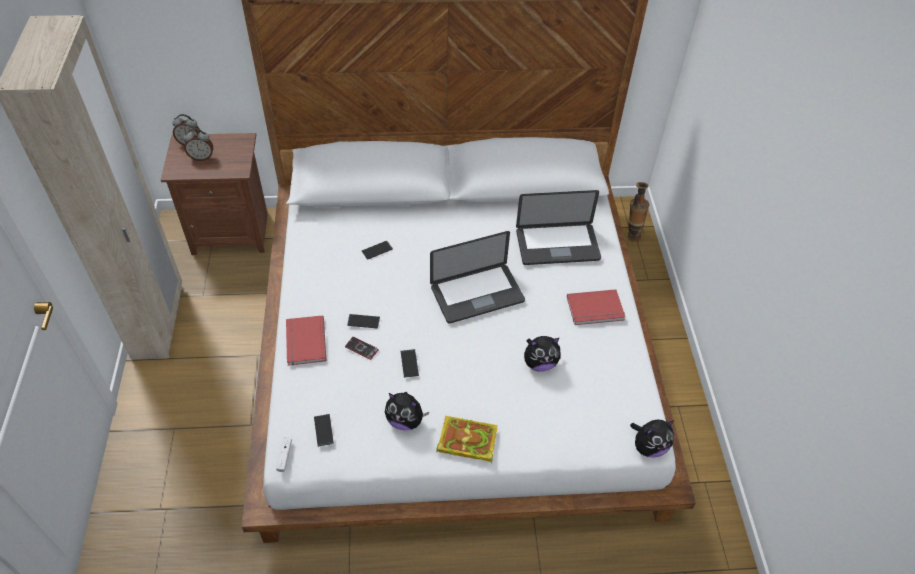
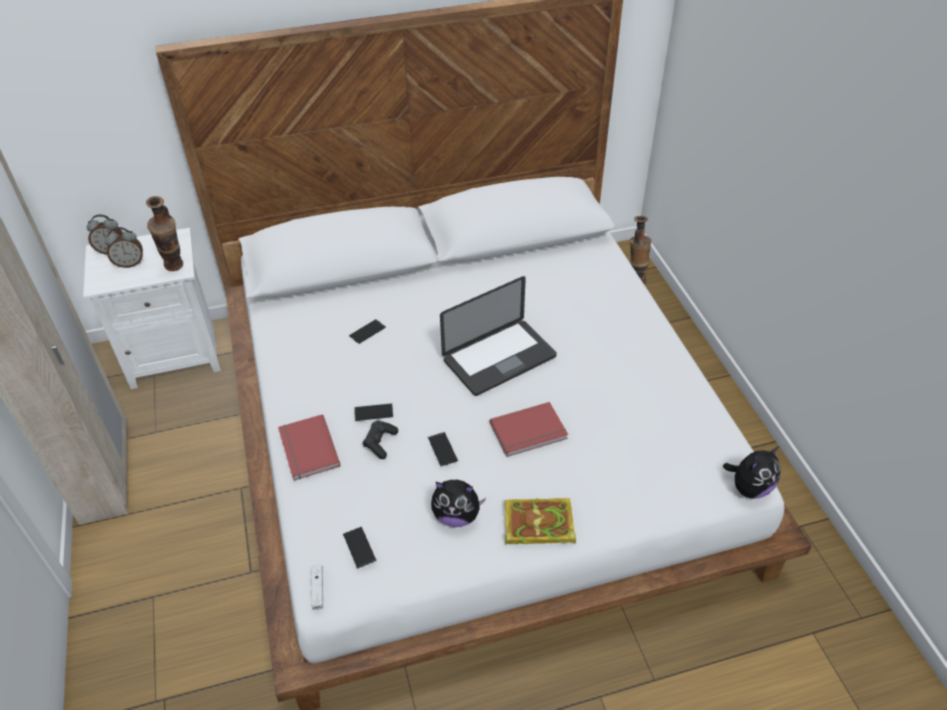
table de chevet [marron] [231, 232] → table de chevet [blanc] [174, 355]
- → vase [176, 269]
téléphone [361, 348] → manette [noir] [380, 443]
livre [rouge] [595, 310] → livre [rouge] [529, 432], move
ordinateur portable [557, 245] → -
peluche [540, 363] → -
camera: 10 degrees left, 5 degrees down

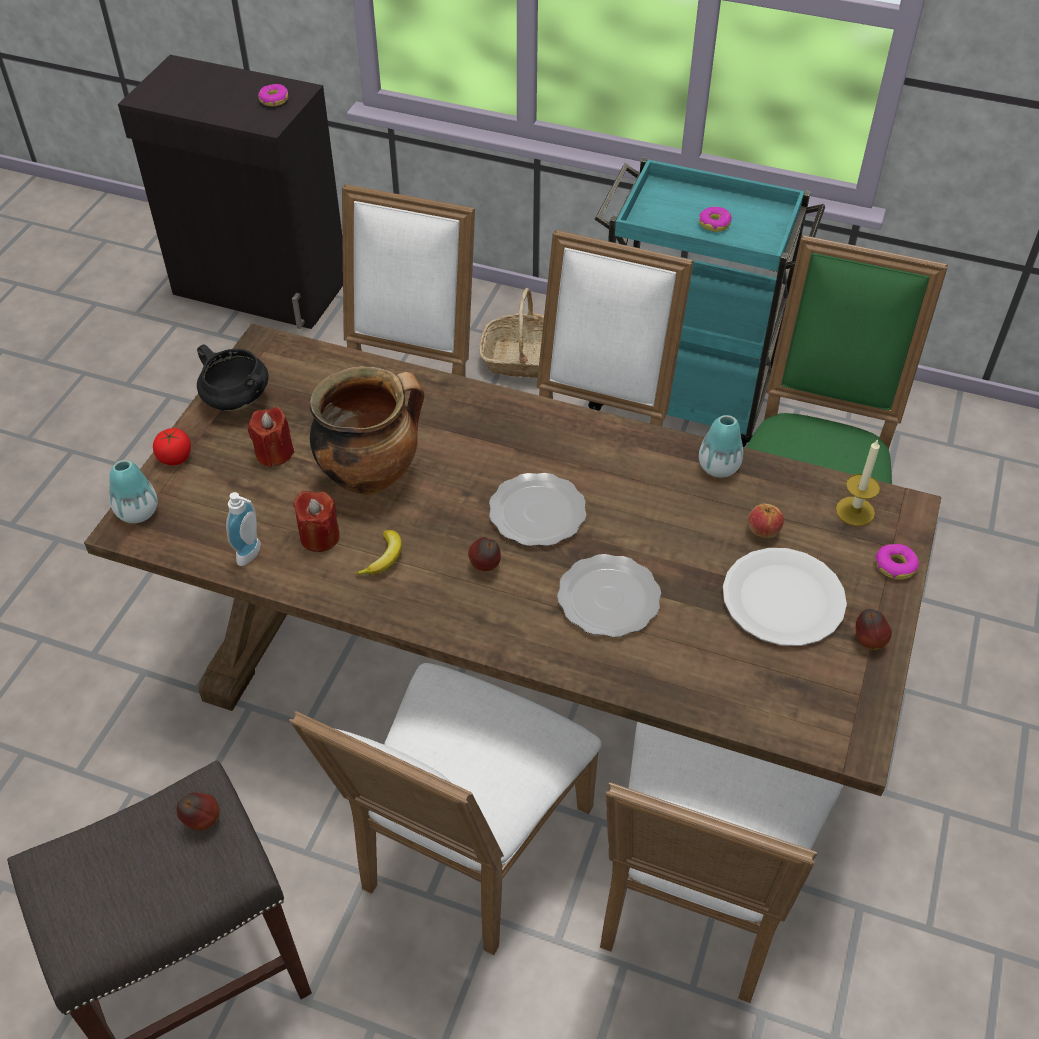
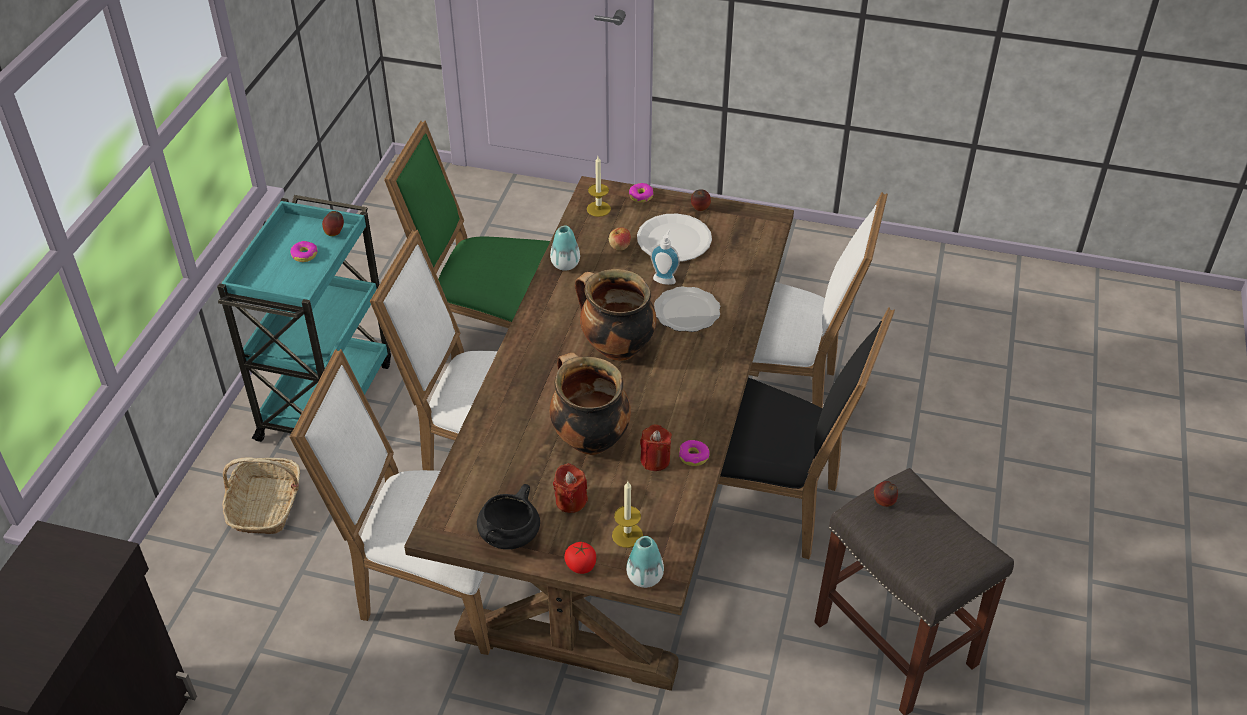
pomme [485, 567] → pomme [335, 233], move
assiette [537, 511] → marmite [616, 348]
- → bougie [627, 535]
distributeur de savon [252, 554] → distributeur de savon [665, 278], move
beignet [274, 100] → beignet [693, 456], move
chaise [blanc] [465, 854] → chaise [noir] [771, 506]
banane [384, 558] → -
camera: 95 degrees left, 5 degrees down

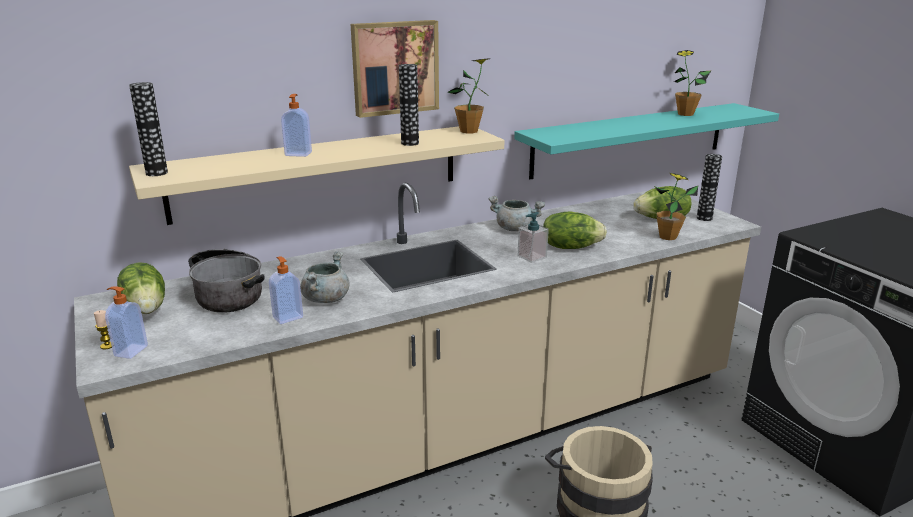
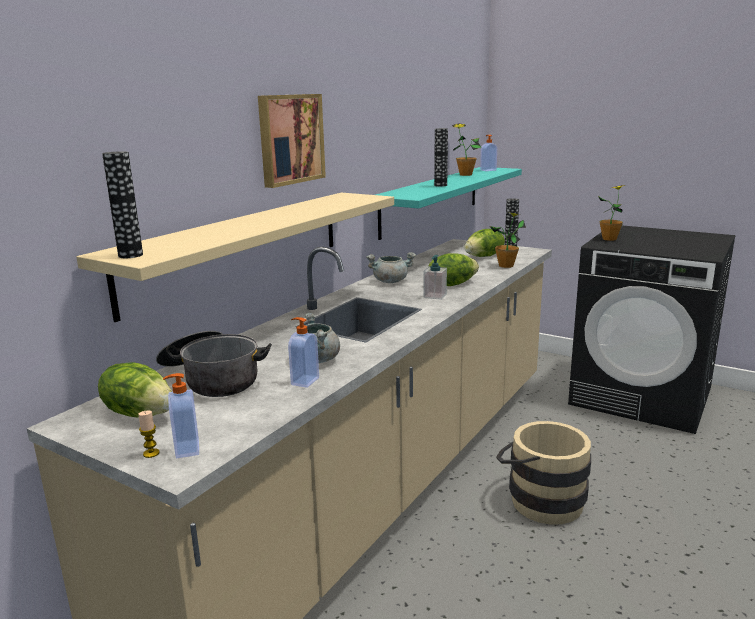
vase [410, 143] → vase [440, 185], move
distributeur de savon [298, 154] → distributeur de savon [488, 170], move
plante en pot [469, 131] → plante en pot [609, 239], move
camera: 30 degrees left, 5 degrees down

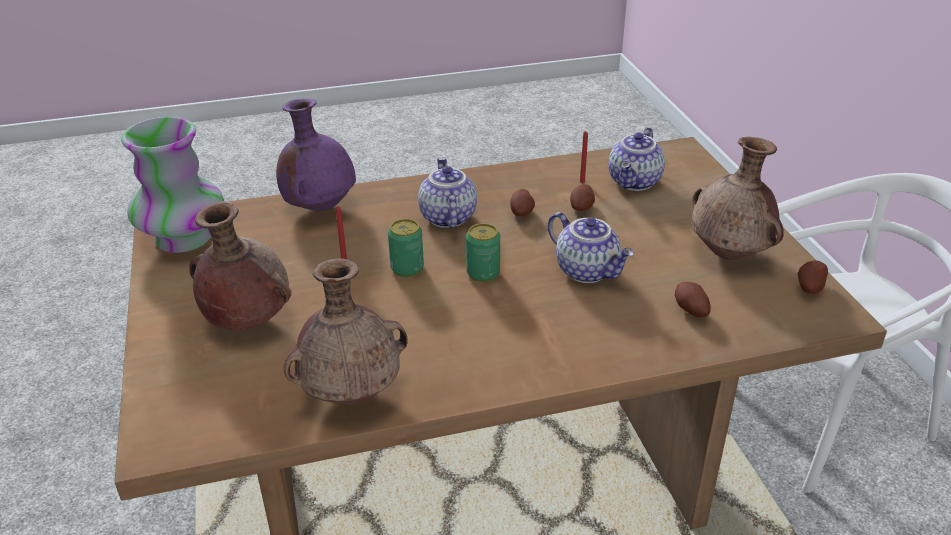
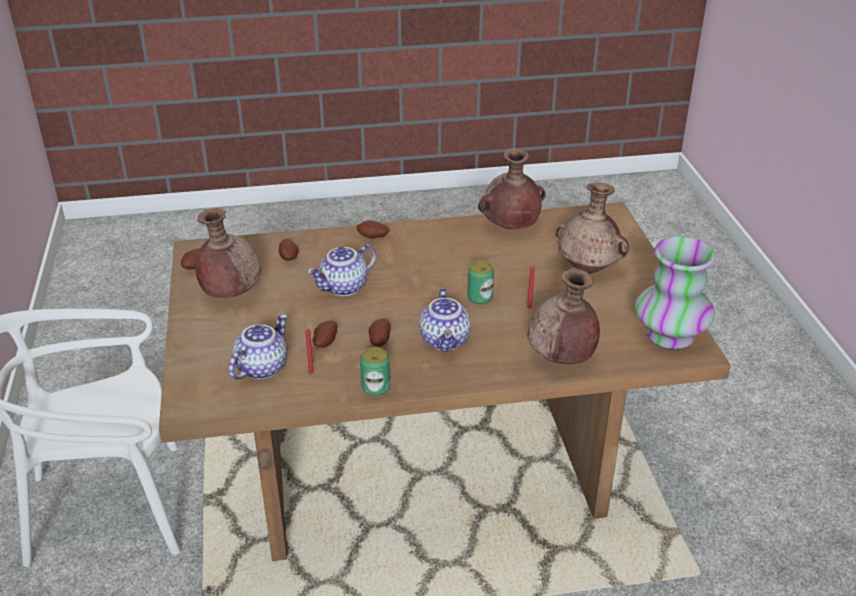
théière [588, 271] → théière [344, 288], 90 degrees counterclockwise
- → pomme de terre [372, 238]
boîte métallique [483, 273] → boîte métallique [375, 388], move
vase [violet] [320, 207] → vase [marron] [561, 359]
camera: 175 degrees left, 0 degrees up

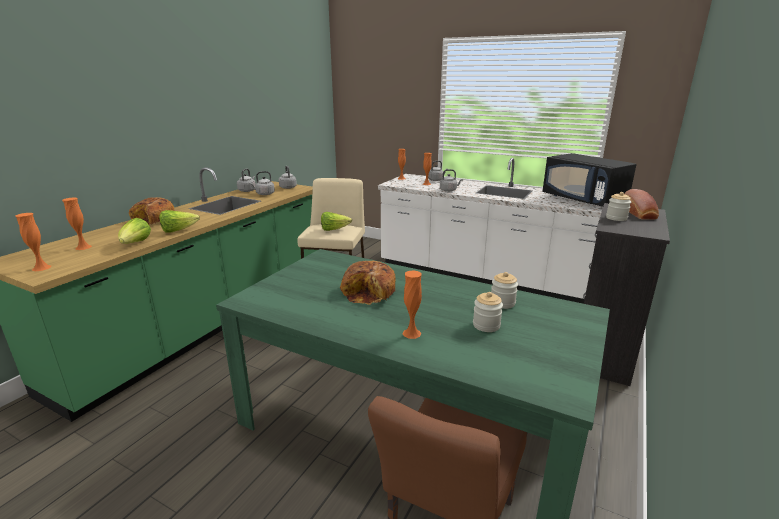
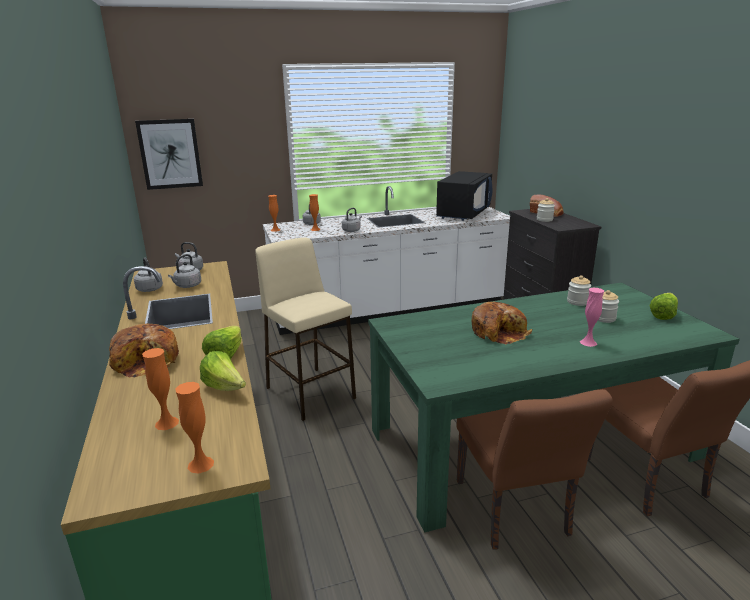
- → tableau [170, 154]
micro-ondes [noir] [584, 200] → micro-ondes [noir] [463, 214], 75 degrees counterclockwise
- → chaise [marron] [515, 514]
vase [orange] [411, 333] → vase [rose] [588, 342]
laitue [334, 229] → laitue [663, 315], move
camera: 45 degrees left, 0 degrees up

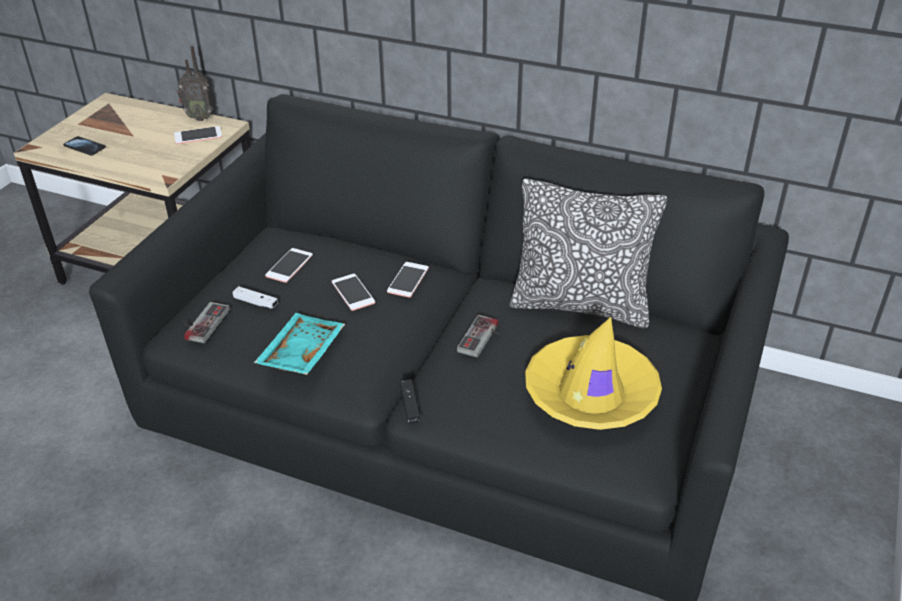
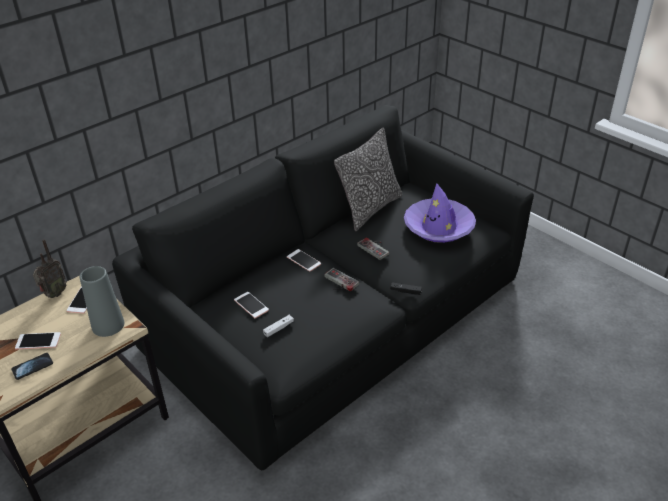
téléphone [353, 292] → téléphone [38, 341], move
- → vase [gris] [108, 325]
manette [201, 323] → manette [338, 282], move
chapeau [jaune] [591, 394] → chapeau [violet] [439, 227]
plateau [turquoise] [300, 353] → -
camera: 65 degrees left, 0 degrees up

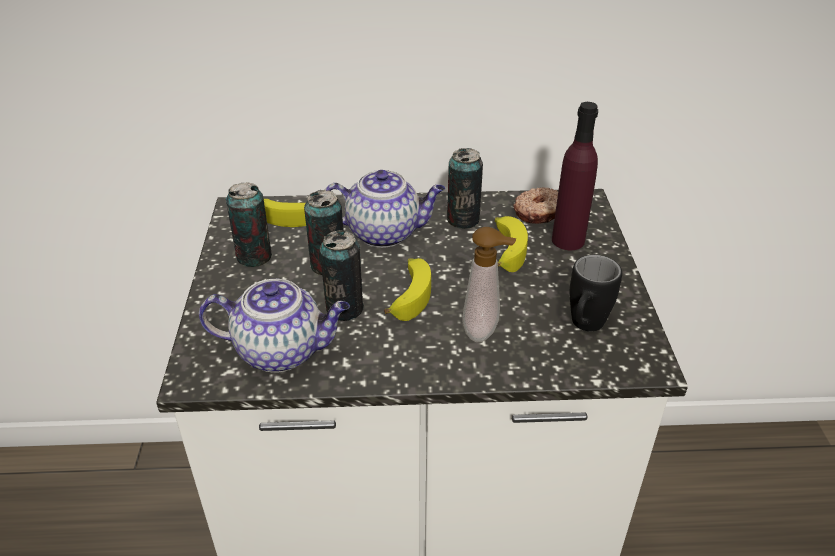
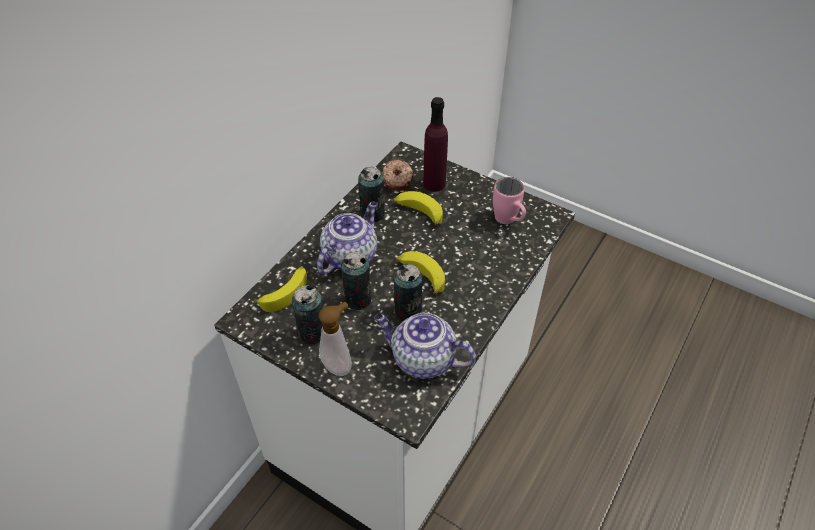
distributeur de savon [484, 332] → distributeur de savon [339, 364], move
théière [282, 351] → théière [421, 360], 105 degrees counterclockwise
mug [noir] [584, 327] → mug [rose] [508, 222]
camera: 55 degrees left, 10 degrees up

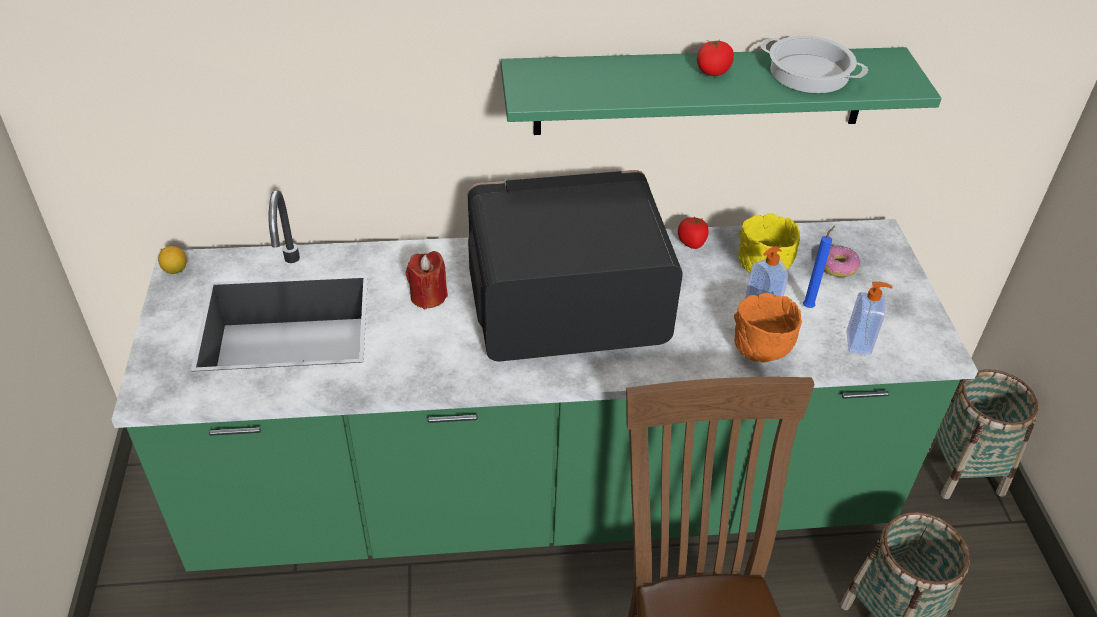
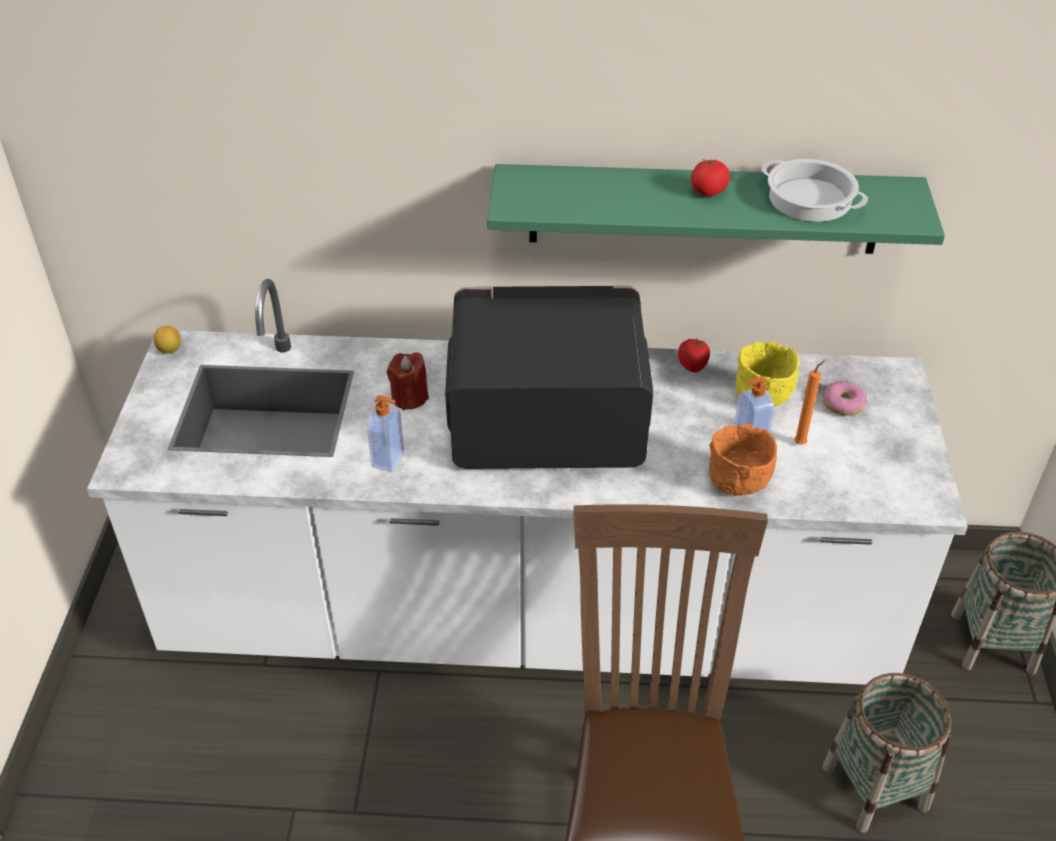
comptoir de cuisine [vert] [542, 493] → comptoir de cuisine [blanc] [528, 614]
distributeur de savon [859, 343] → distributeur de savon [389, 459], move
bougie [bleu] [809, 306] → bougie [orange] [801, 443]
camera: 10 degrees right, 0 degrees up

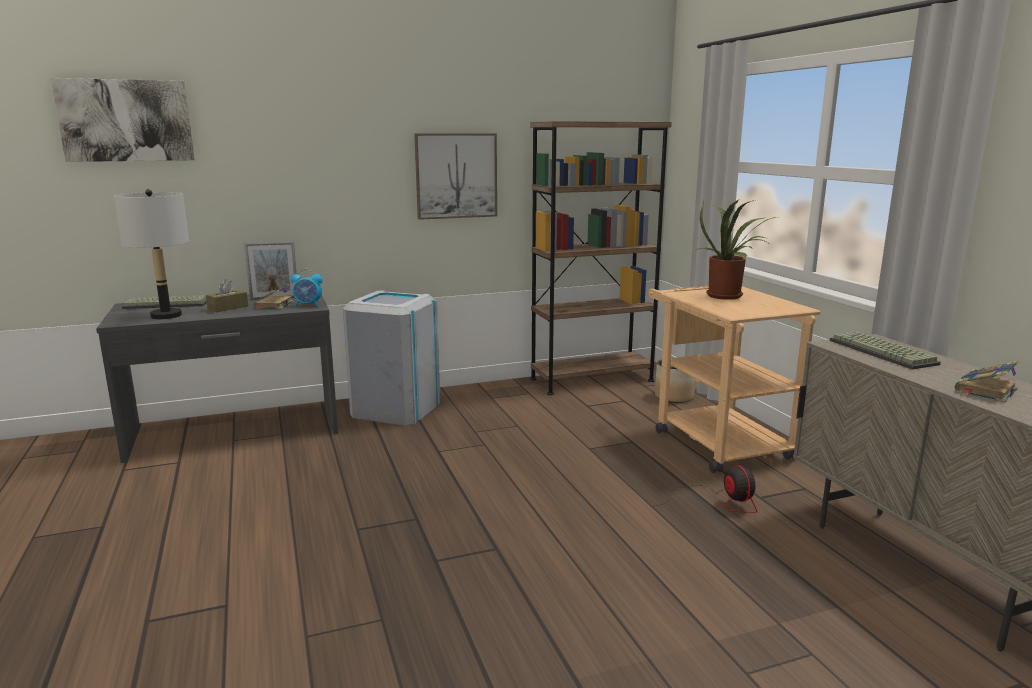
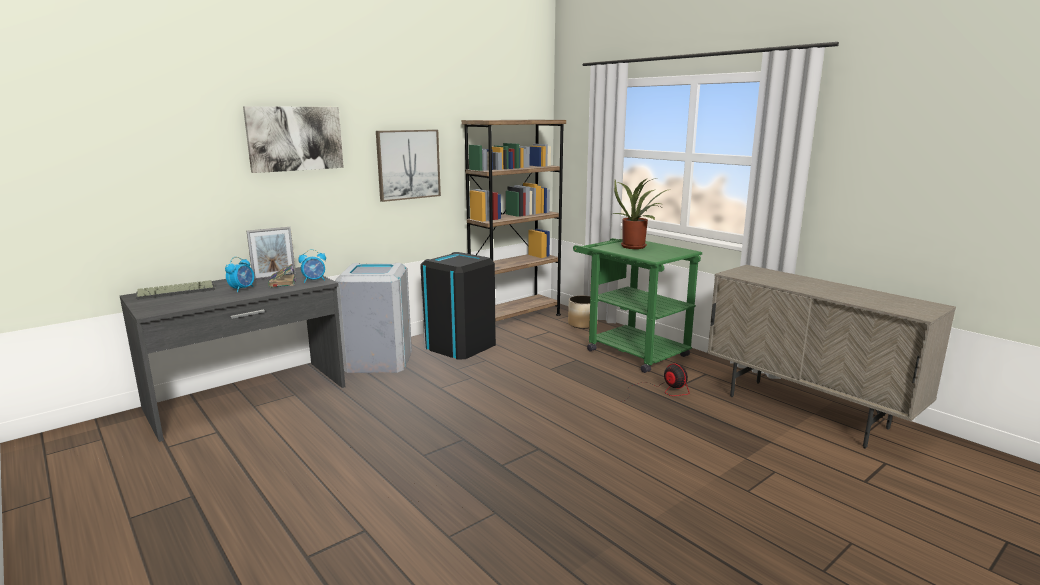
boîte à mouchoirs [marron] [228, 307] → réveil [242, 289]
tableau [126, 120] → tableau [295, 138], move
- → poubelle [noir] [460, 345]
chariot [beige] [715, 440] → chariot [vert] [630, 350]
lampe de table [gris] [166, 316] → -
clavier [884, 352] → -
livre [985, 390] → -
camera: 20 degrees left, 0 degrees up

